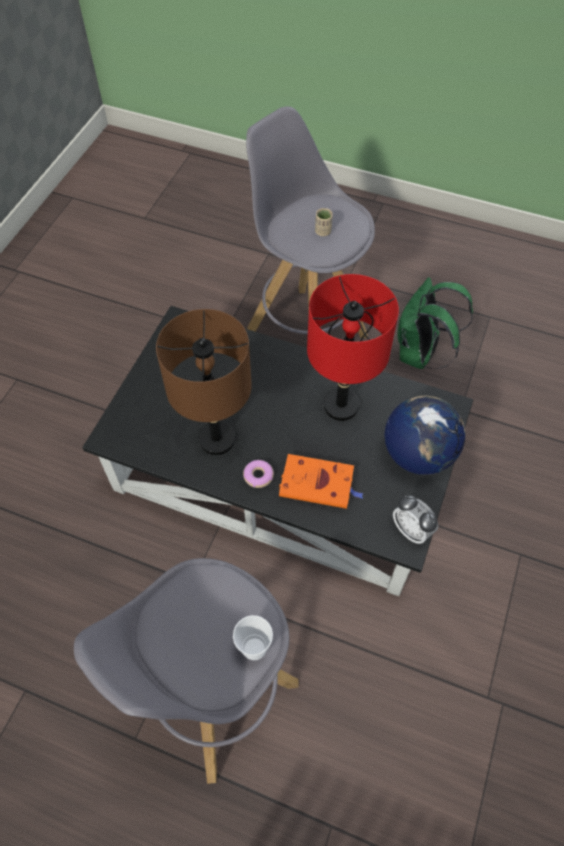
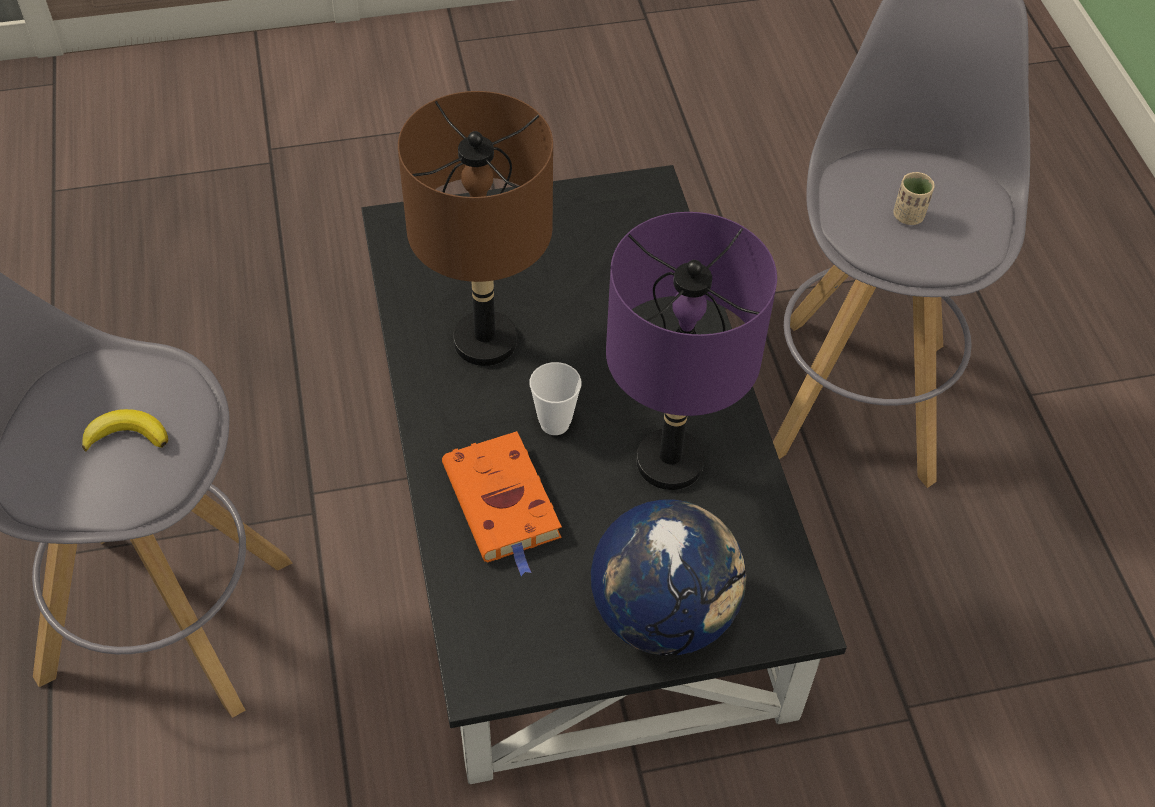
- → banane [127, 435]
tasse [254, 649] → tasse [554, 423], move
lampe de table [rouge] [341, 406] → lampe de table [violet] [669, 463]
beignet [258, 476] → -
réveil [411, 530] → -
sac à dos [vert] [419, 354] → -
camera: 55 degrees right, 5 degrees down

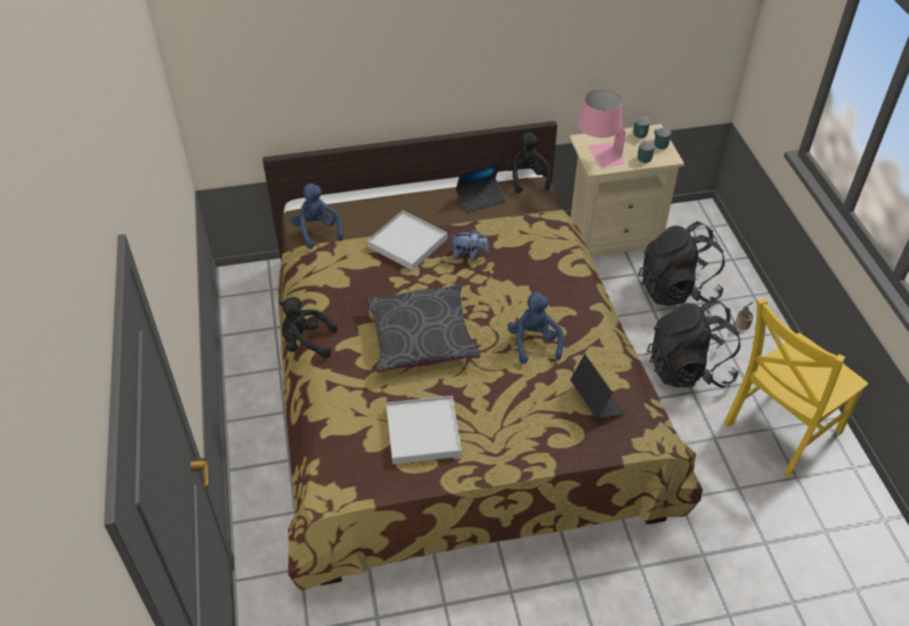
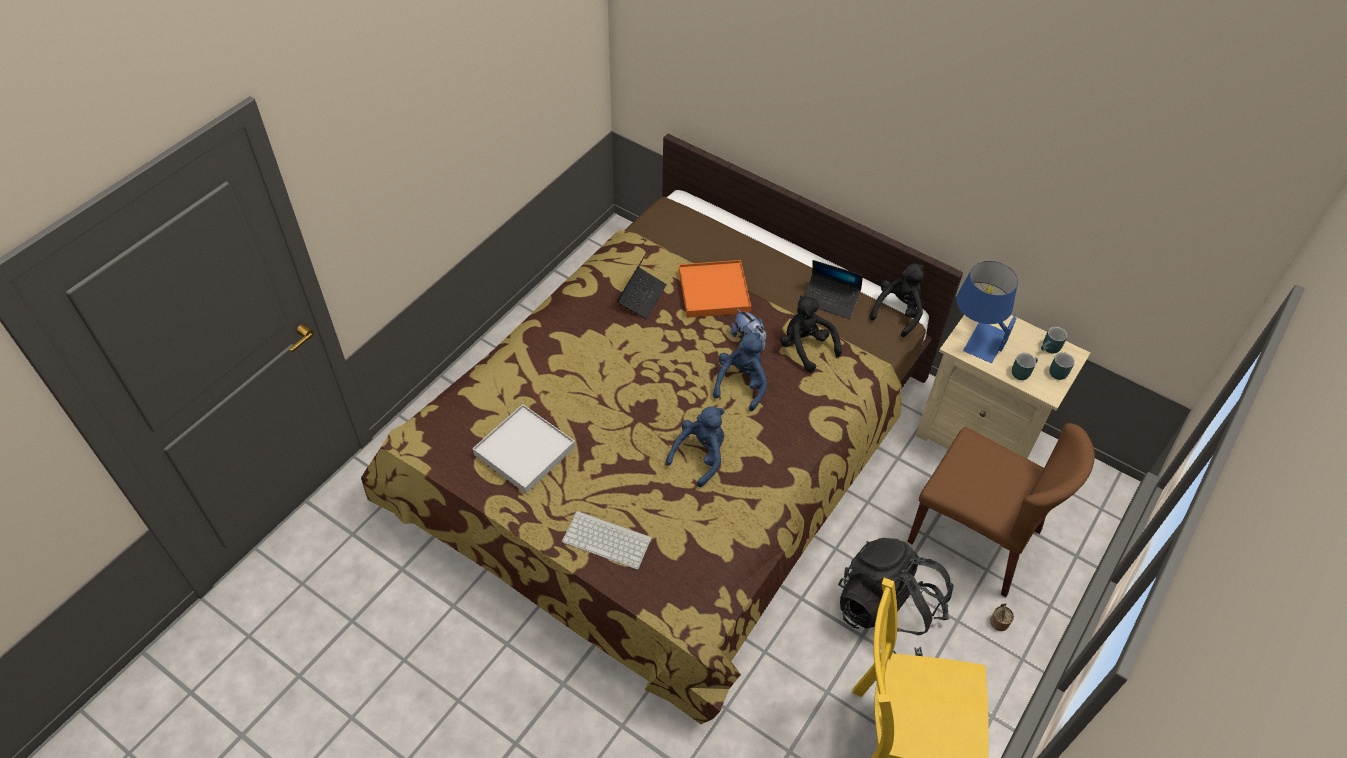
- → clavier [608, 539]
ordinateur portable [596, 400] → ordinateur portable [642, 297], move
plateau [blanc] [407, 243] → plateau [orange] [713, 291]
peluche [bleu] [317, 231] → peluche [bleu] [741, 384], move
peluche [noir] [306, 342] → peluche [noir] [805, 348], move
sac à dos [noir] [677, 290] → chaise [marron] [975, 536]
lampe de table [rose] [598, 156] → lampe de table [bleu] [975, 337]
coussin [gris] [421, 337] → -
camera: 45 degrees right, 5 degrees up

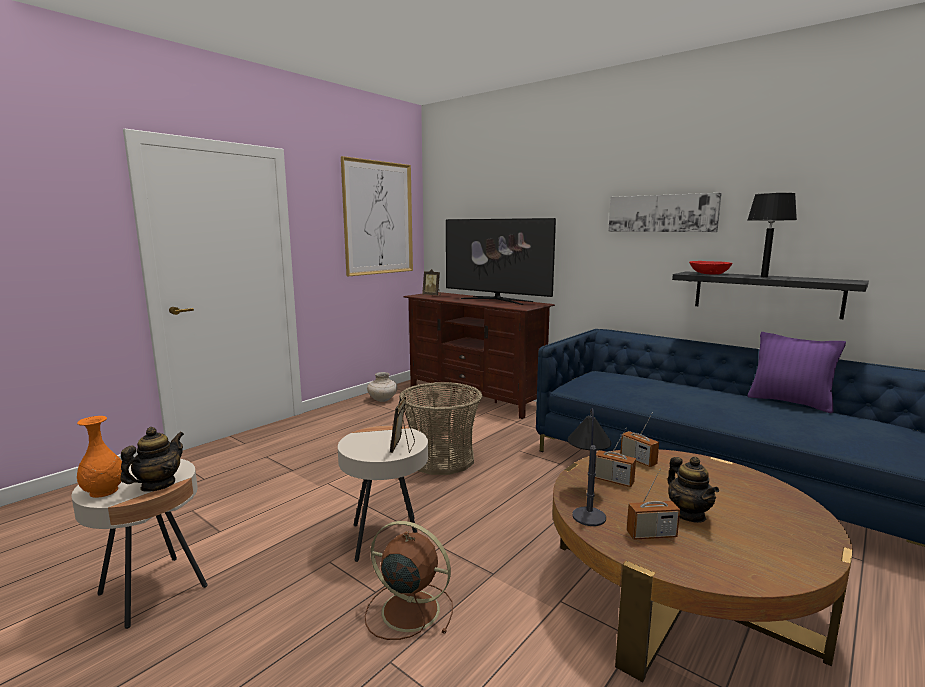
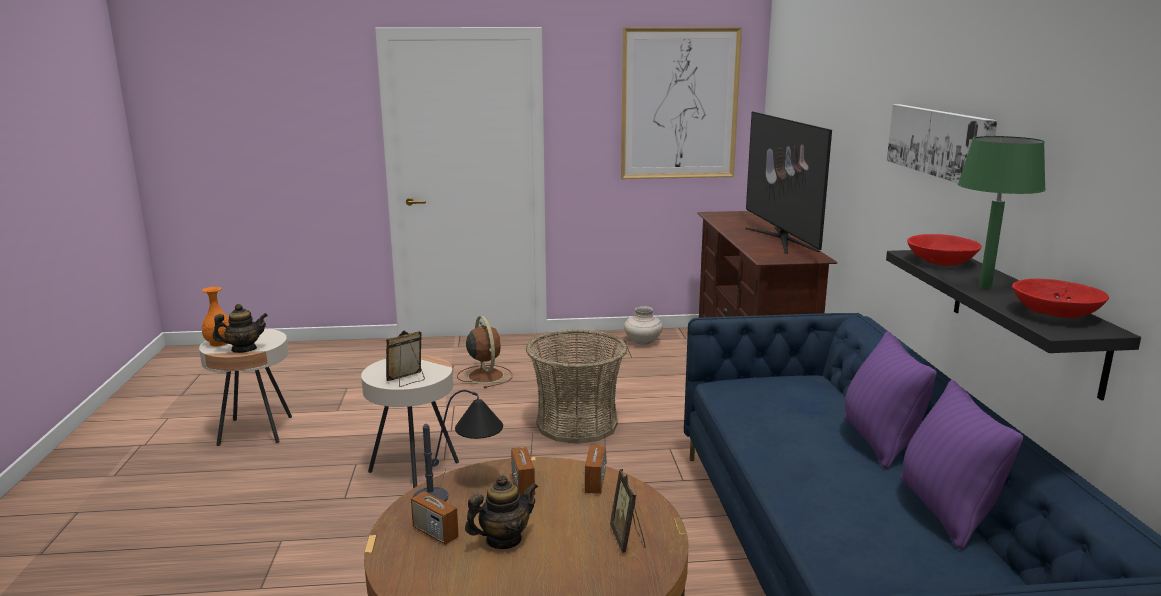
ventilateur [marron] [408, 609] → ventilateur [marron] [485, 375], move
théière [689, 514] → théière [503, 540], 150 degrees counterclockwise
cadre photo [432, 295] → cadre photo [628, 539], move
- → coussin [violet] [879, 442]
lampe de table [noir] [764, 277] → lampe de table [vert] [985, 286]
- → bol [rouge] [1056, 314]
camera: 45 degrees right, 5 degrees up

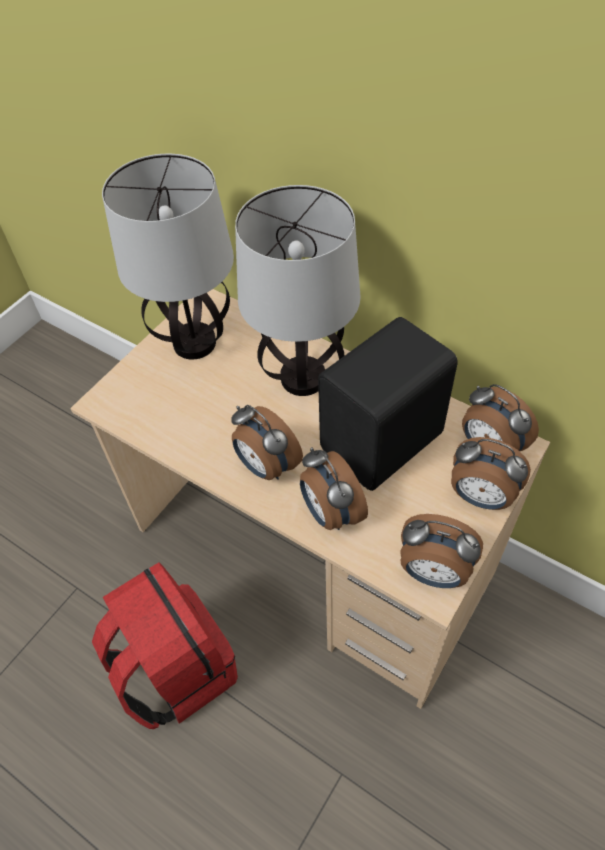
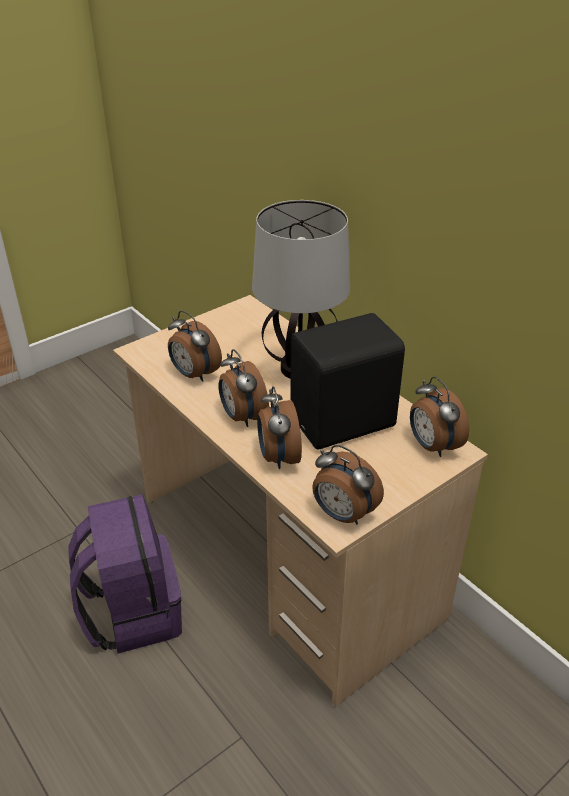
sac à dos [rouge] [176, 669] → sac à dos [violet] [132, 612]
réveil [480, 497] → réveil [194, 374], move
lampe de table [193, 343] → -
camera: 15 degrees right, 15 degrees down

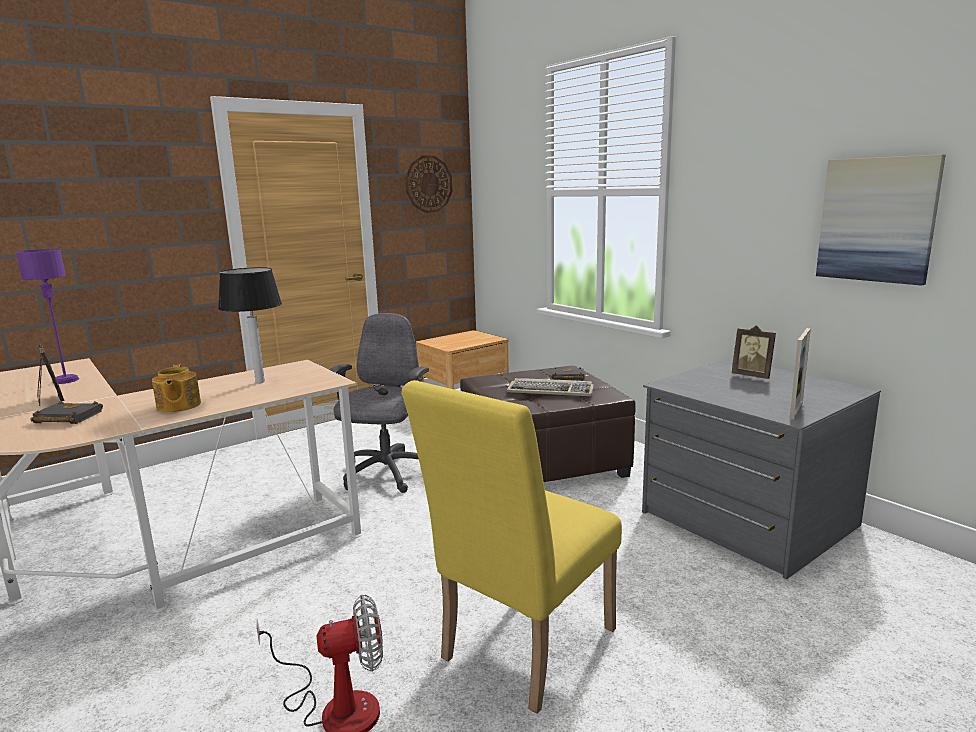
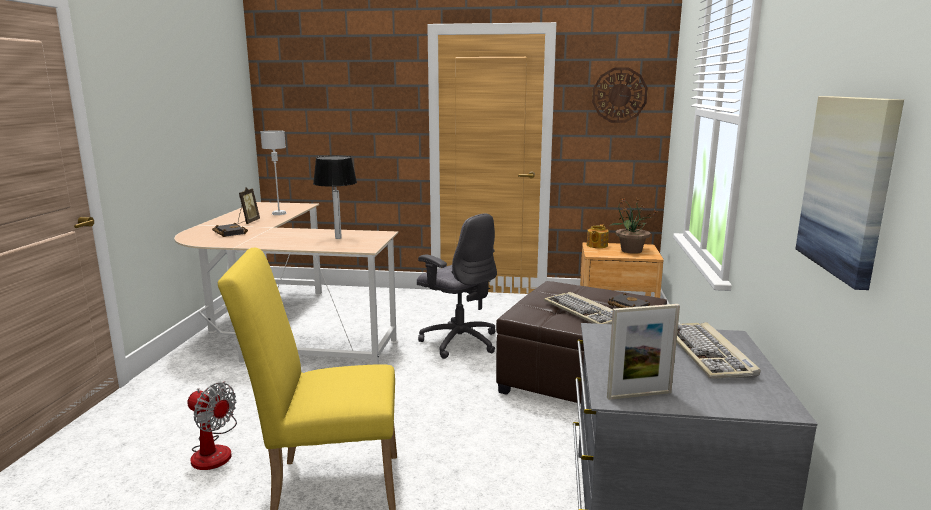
lampe de table [violet] [66, 380] → lampe de table [gris] [279, 213]
chaise de bureau [gris] [386, 474] → chaise de bureau [gris] [459, 341], 75 degrees clockwise
théière [178, 406] → théière [596, 245], move
- → plante en pot [630, 250]
cadre photo [752, 376] → clavier [708, 353]
camera: 45 degrees right, 0 degrees up

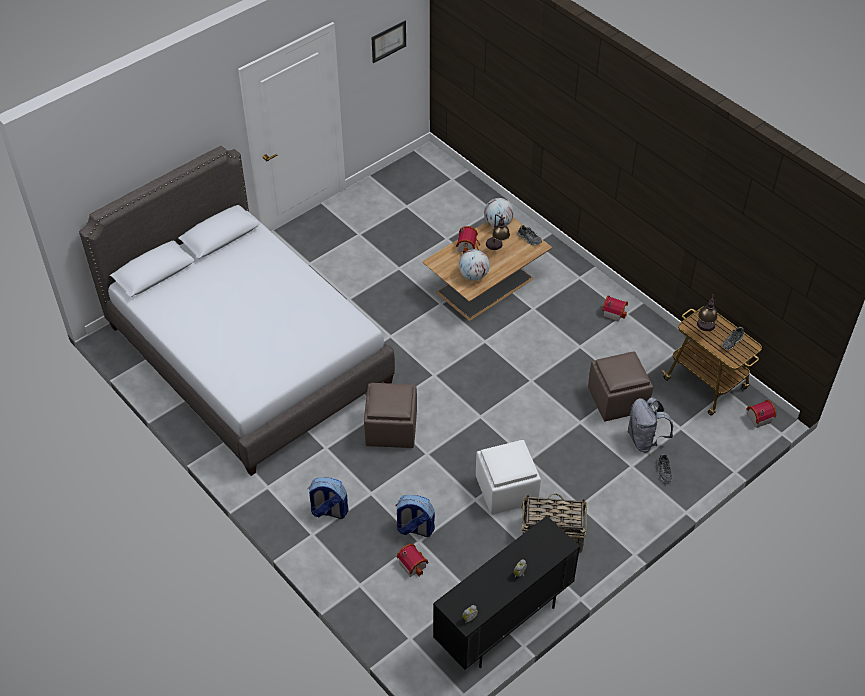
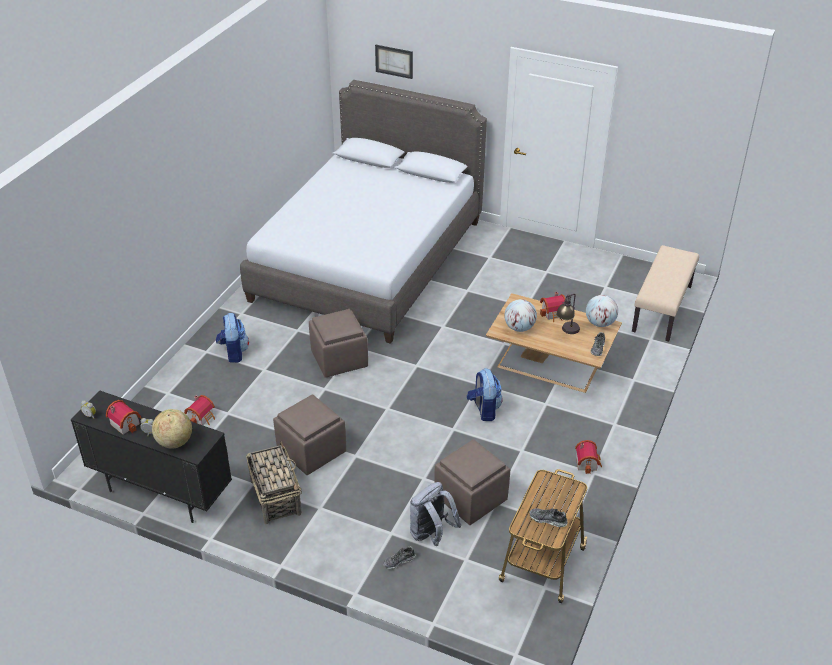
maison miniature [757, 417] → maison miniature [126, 423], move
- → globe [174, 442]
pouf [blanc] [506, 490] → pouf [marron] [311, 451]
tableau [388, 41] → tableau [394, 61], move
sac à dos [414, 528] → sac à dos [484, 410], move
- → banc [beige] [662, 309]
lampe de table [704, 329] → -
camera: 65 degrees right, 10 degrees down

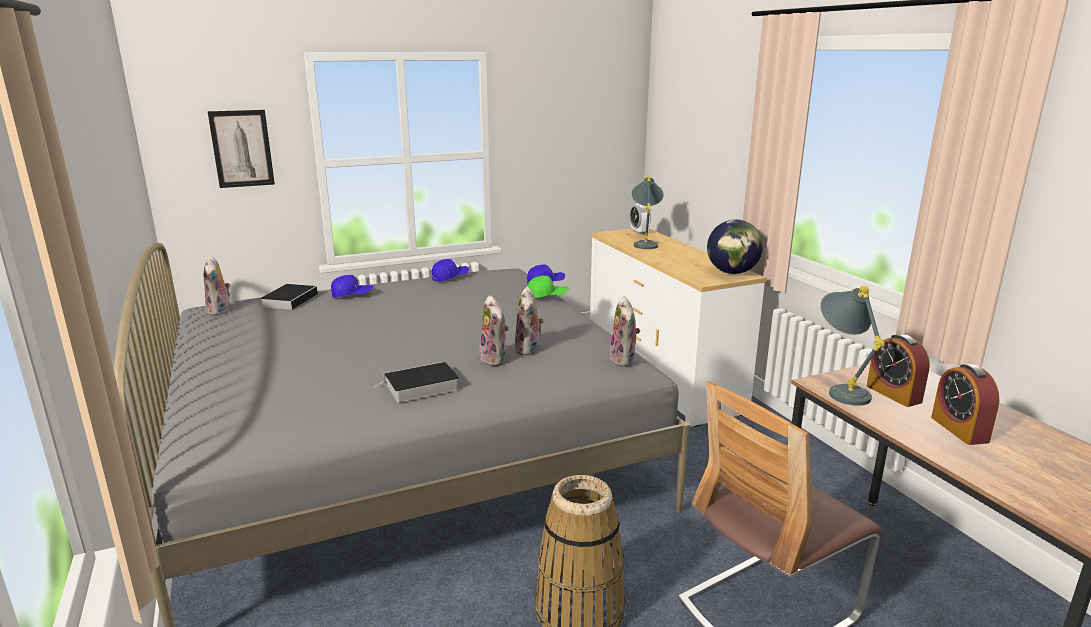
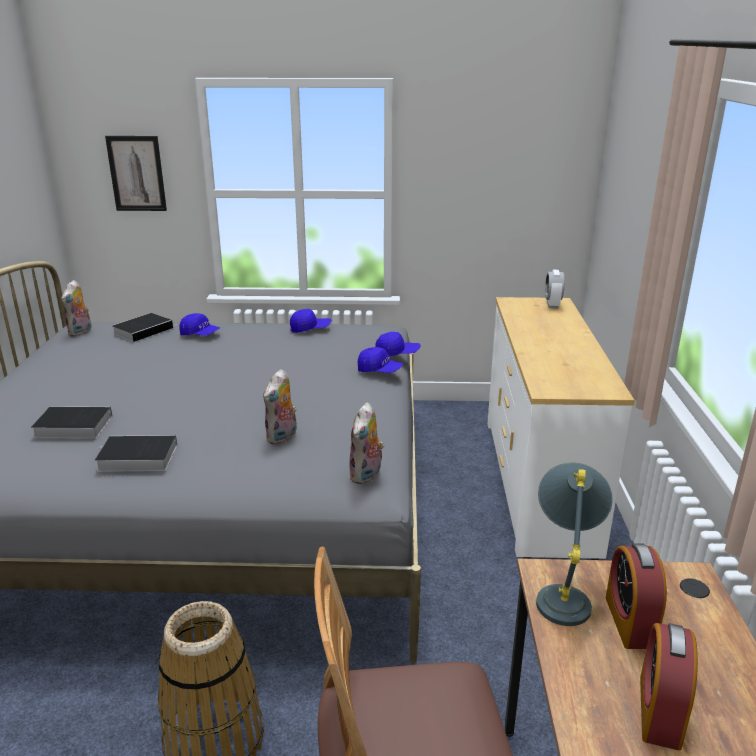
- → livre [71, 427]
casquette [vert] [547, 296] → casquette [bleu] [379, 371]
peluche [495, 360] → -
lampe de table [gris] [645, 243] → -
globe [732, 272] → -
camera: 25 degrees right, 5 degrees up

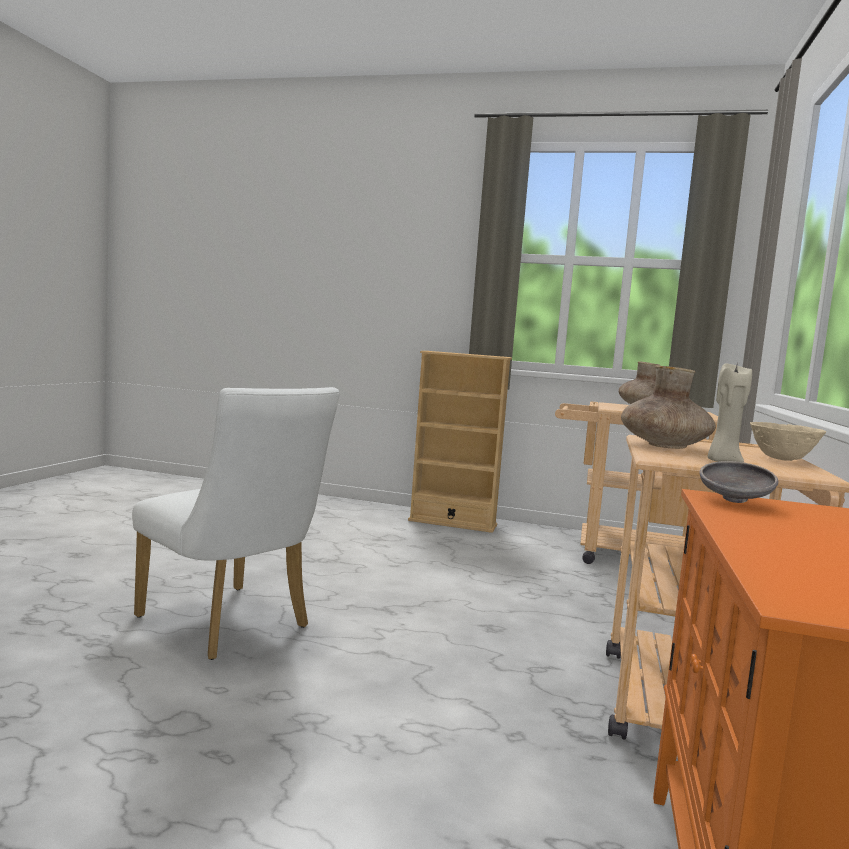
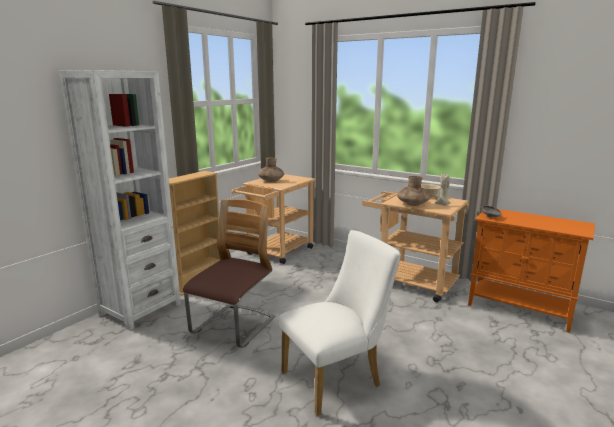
- → bibliothèque [blanc] [140, 309]
- → chaise [233, 327]
camera: 70 degrees left, 10 degrees up

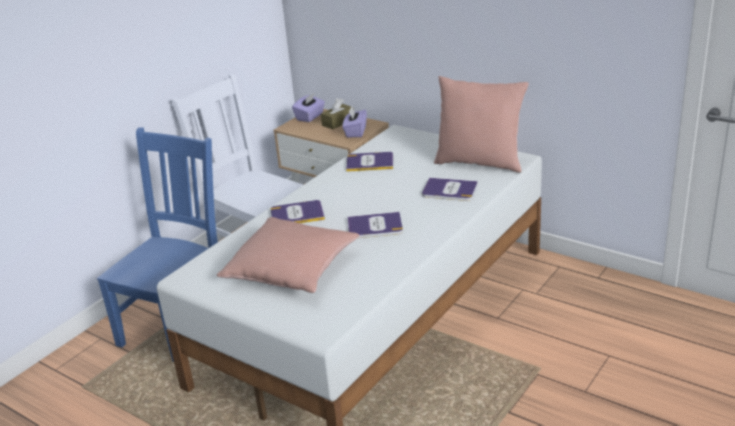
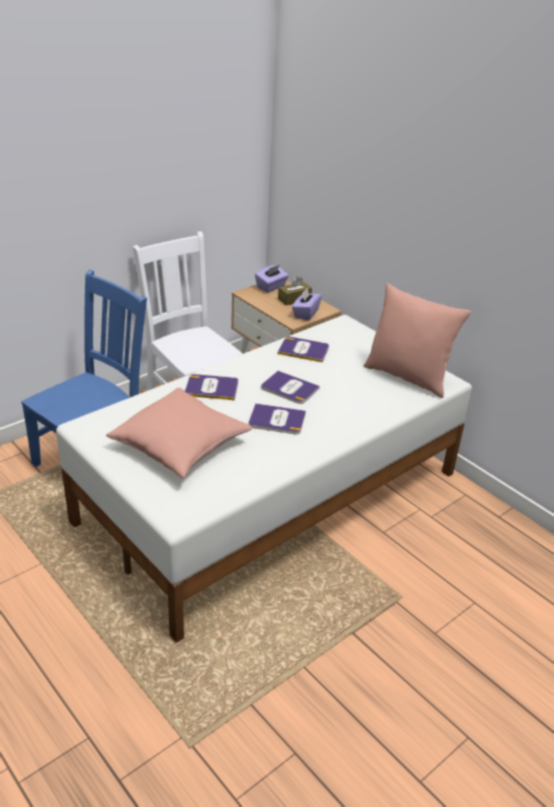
livre [449, 190] → livre [289, 388], move
camera: 10 degrees right, 5 degrees up

